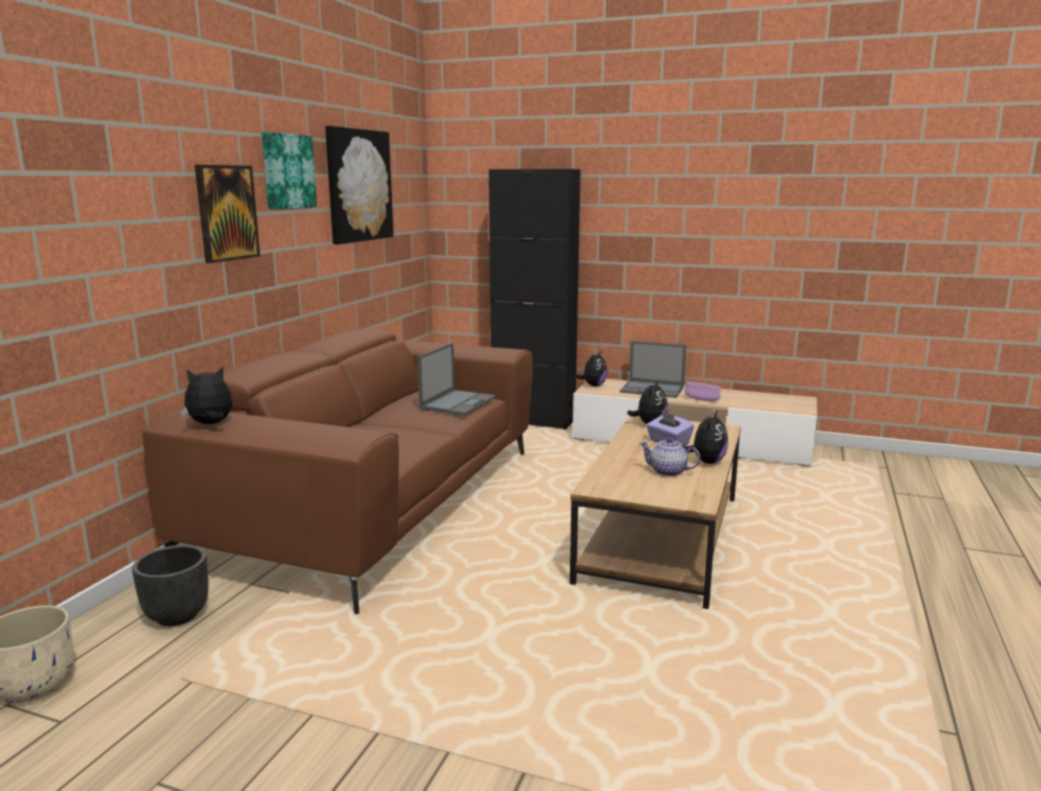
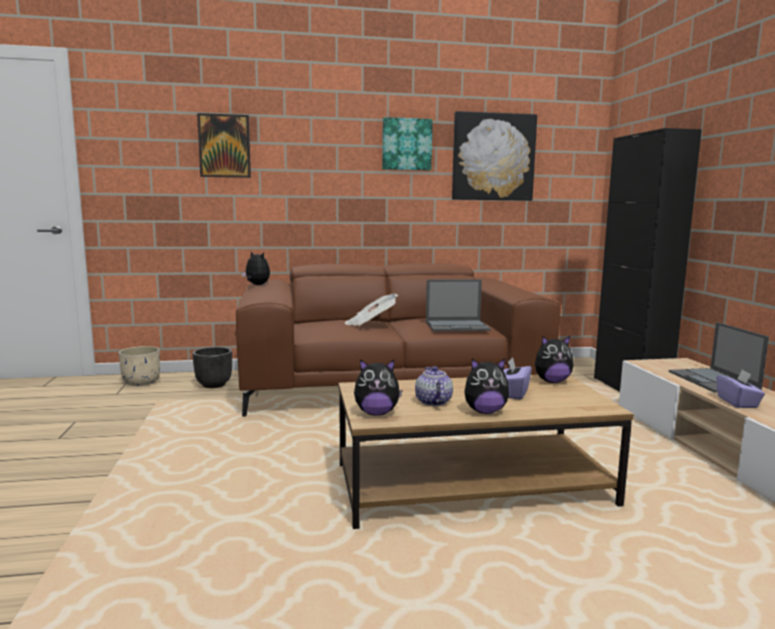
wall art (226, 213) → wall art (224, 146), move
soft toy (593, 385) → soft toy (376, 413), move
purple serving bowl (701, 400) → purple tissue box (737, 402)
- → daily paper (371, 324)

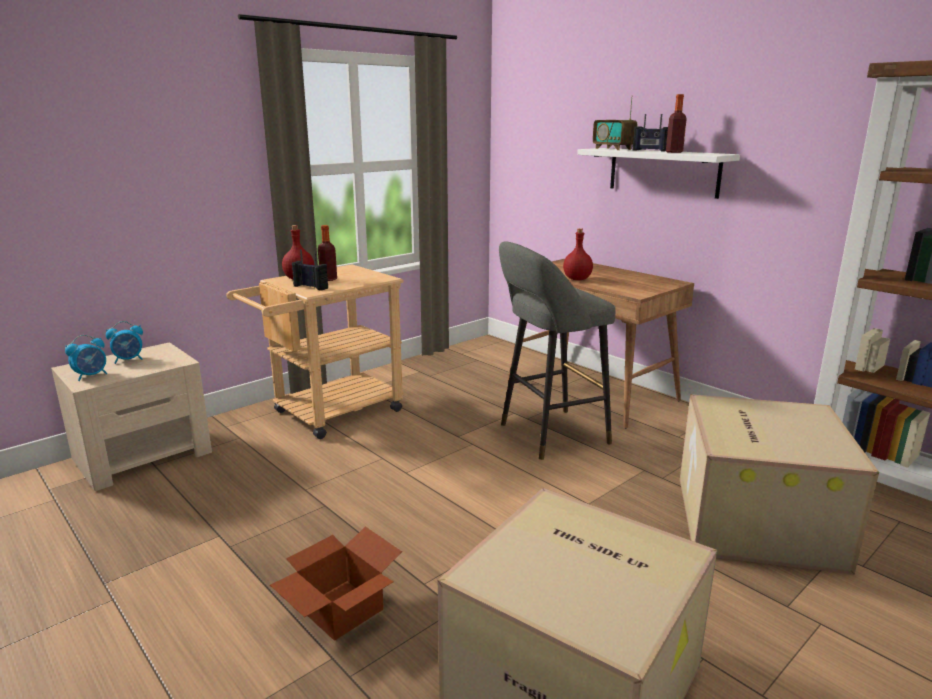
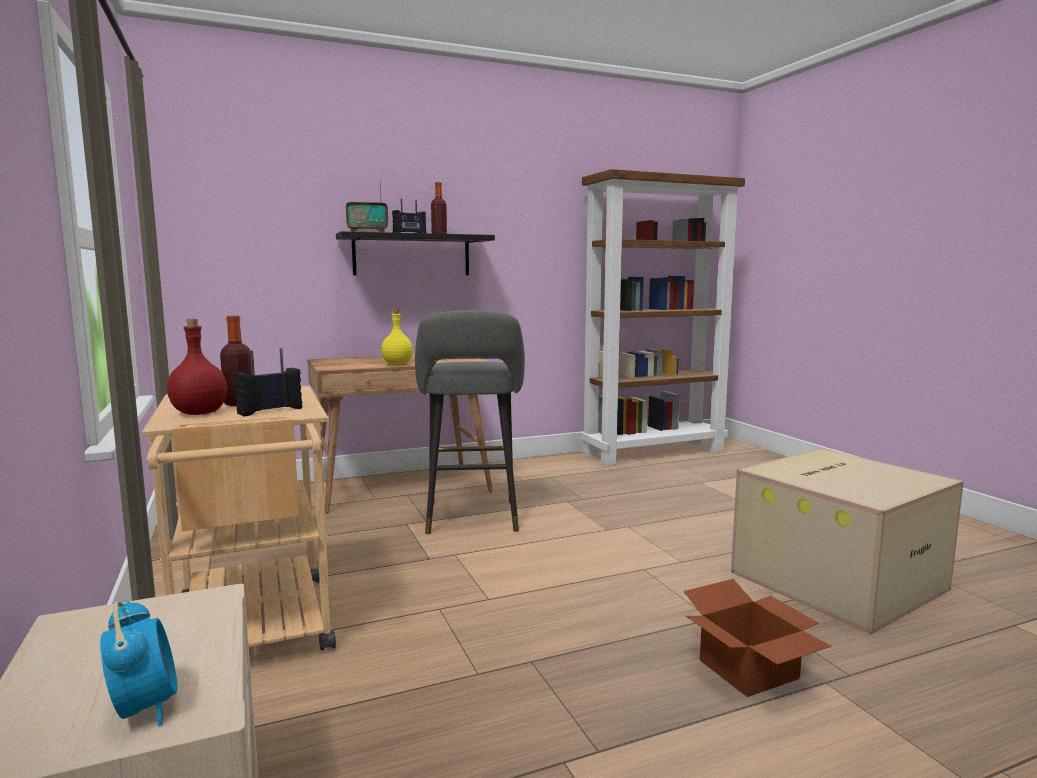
white shelf (663, 172) → black-coloured shelf (412, 255)
red-coloured bottle (576, 279) → yellow bottle (397, 364)
table clock (129, 360) → -
packing box (754, 519) → -

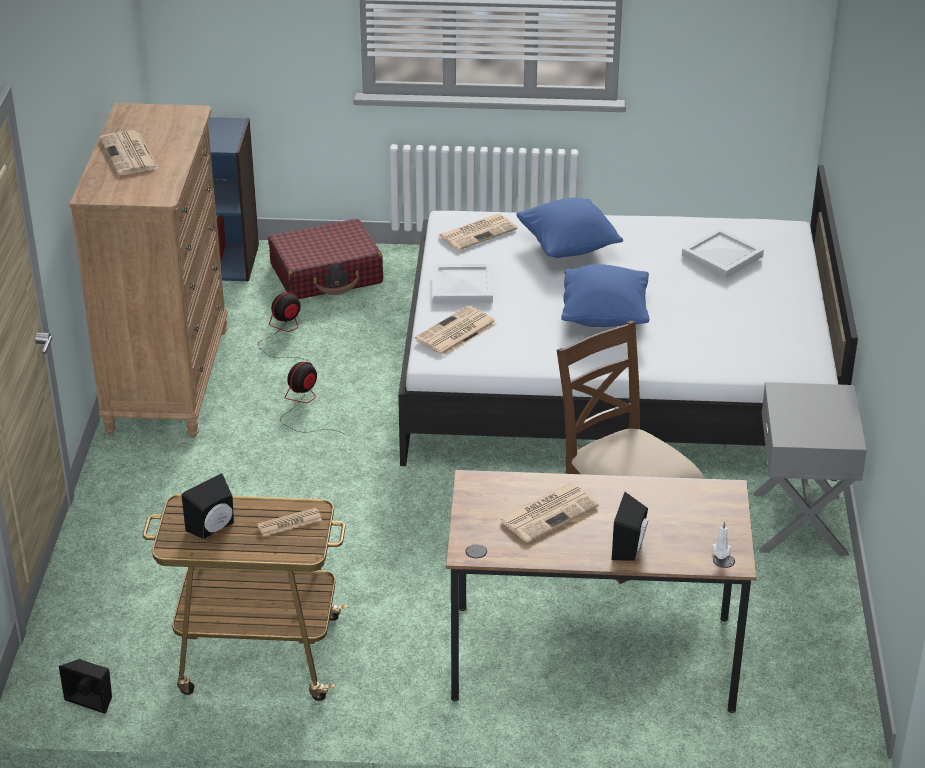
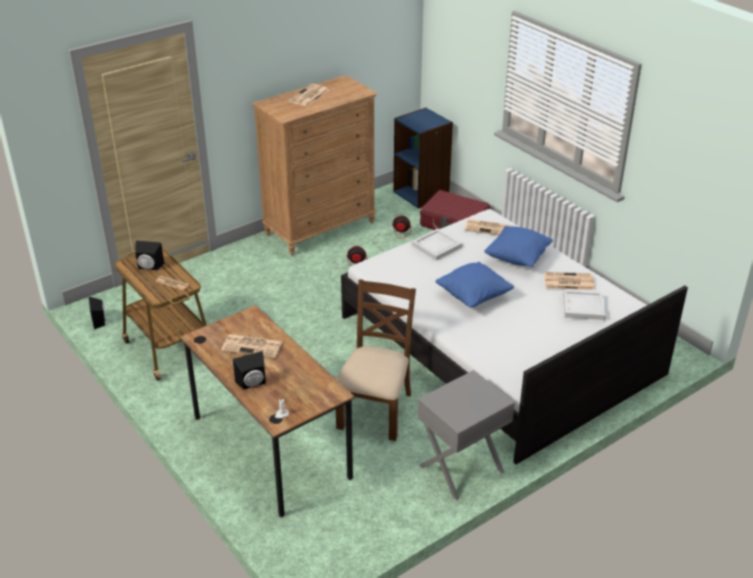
daily paper (455, 332) → daily paper (568, 282), move

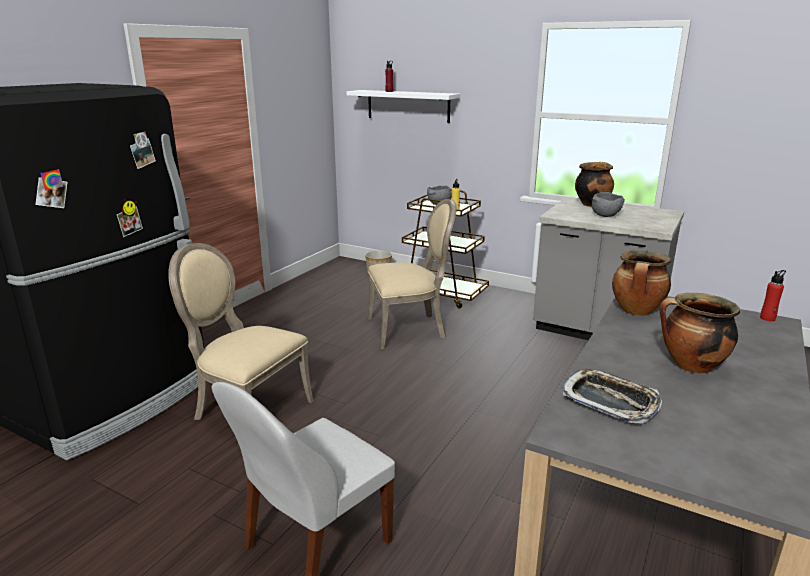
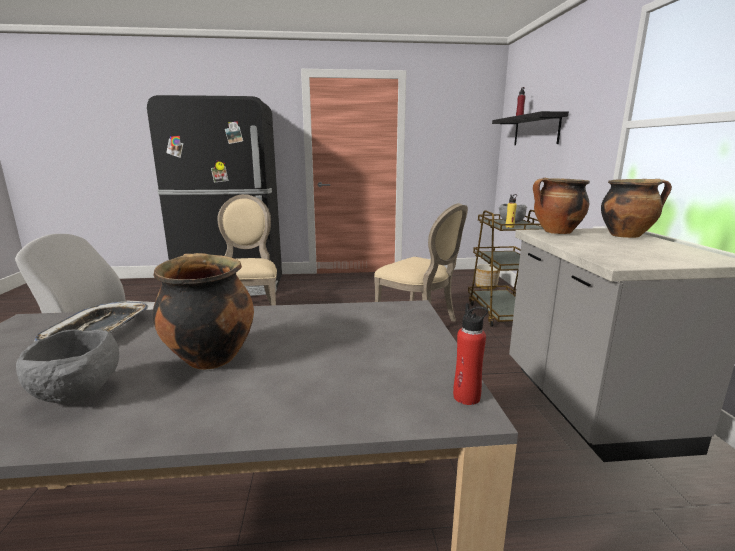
white shelf (408, 106) → black-coloured shelf (536, 130)
greyish serving bowl (606, 216) → greyish serving bowl (79, 395), move
saucepot (637, 311) → saucepot (556, 232), move

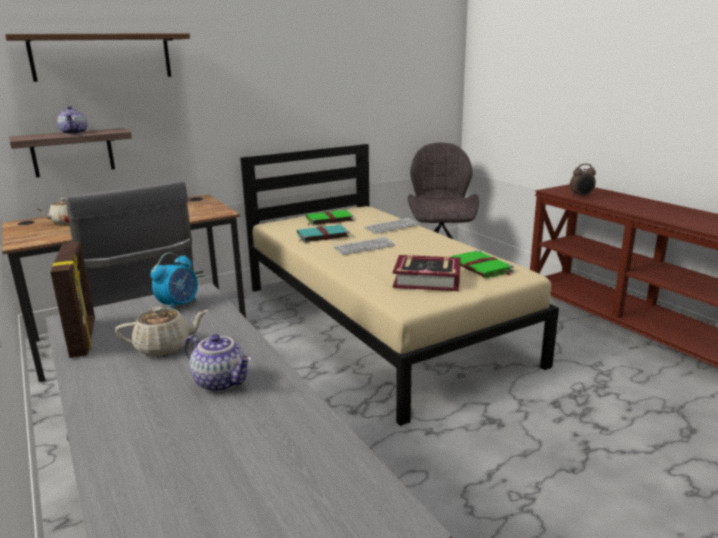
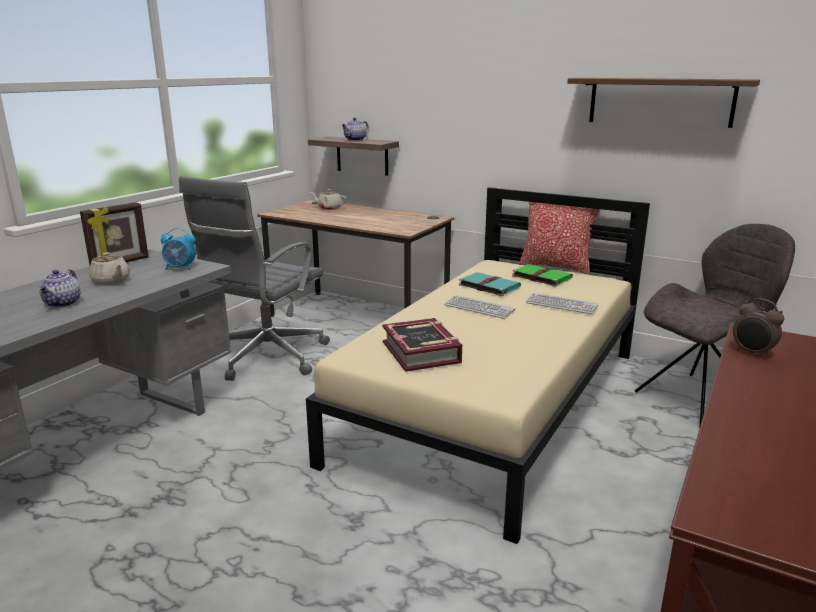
brownish shelf (102, 57) → brownish shelf (660, 101), move
greenish volume (482, 267) → -
- → cushion (556, 267)

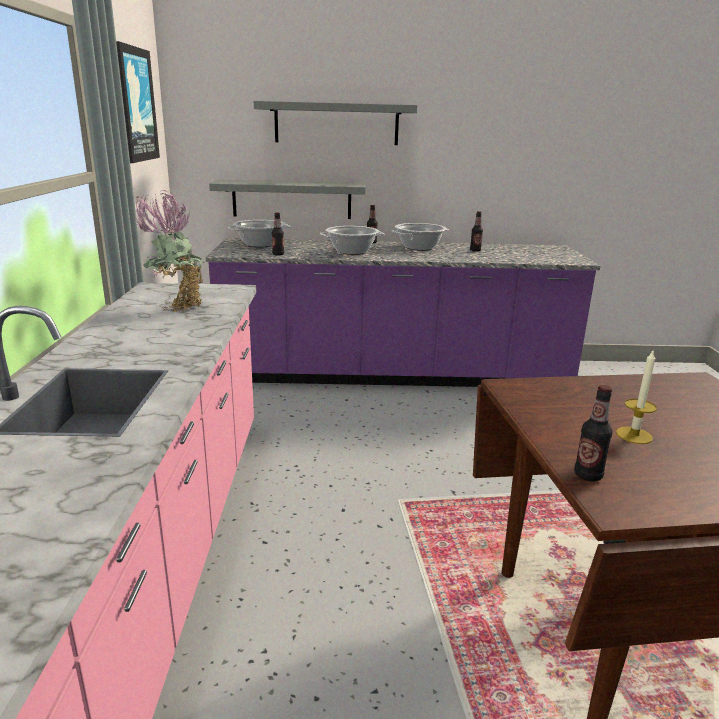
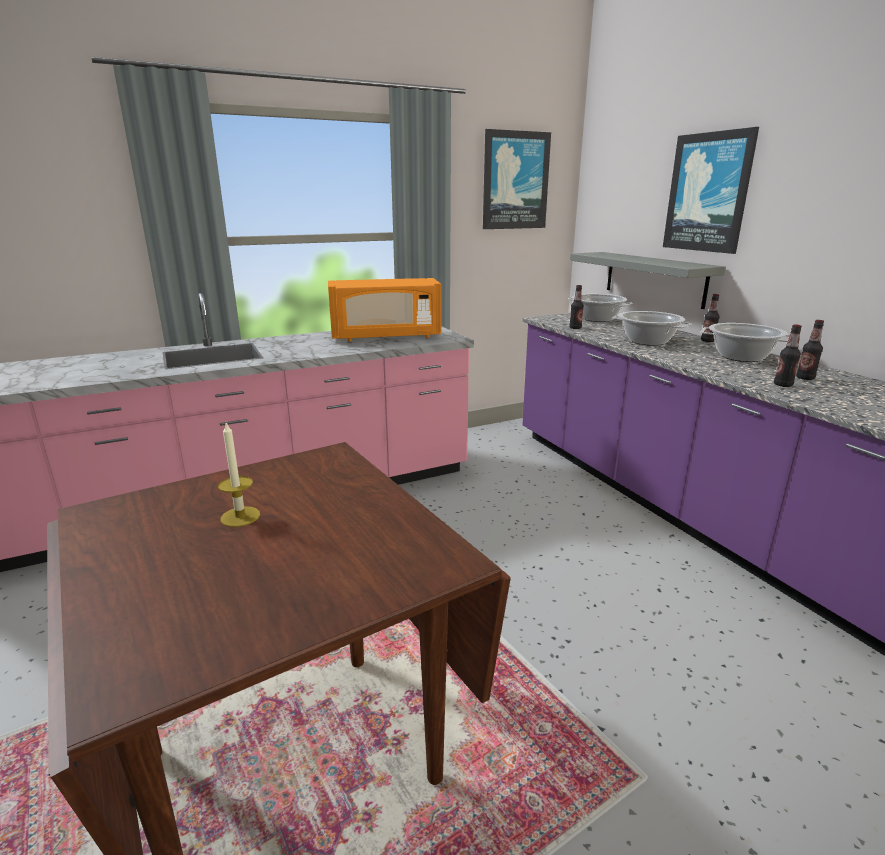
greyish shelf (336, 124) → wall art (708, 193)
plant in a pot (177, 307) → orange kitchen microwave (386, 336)
bottle (588, 475) → bottle (783, 385), move

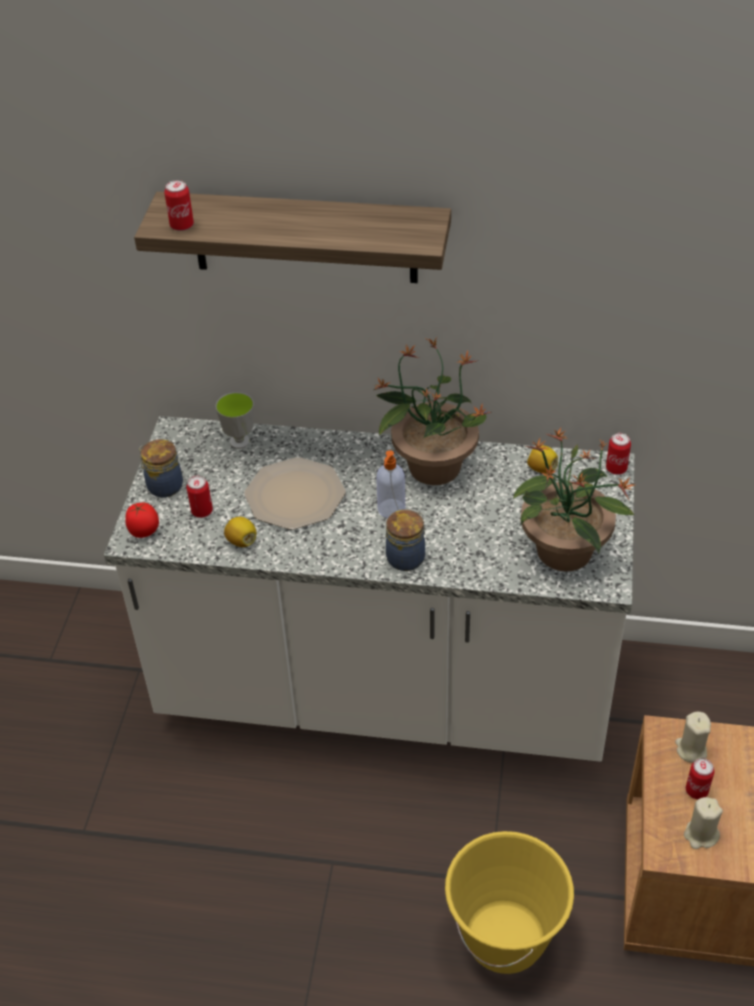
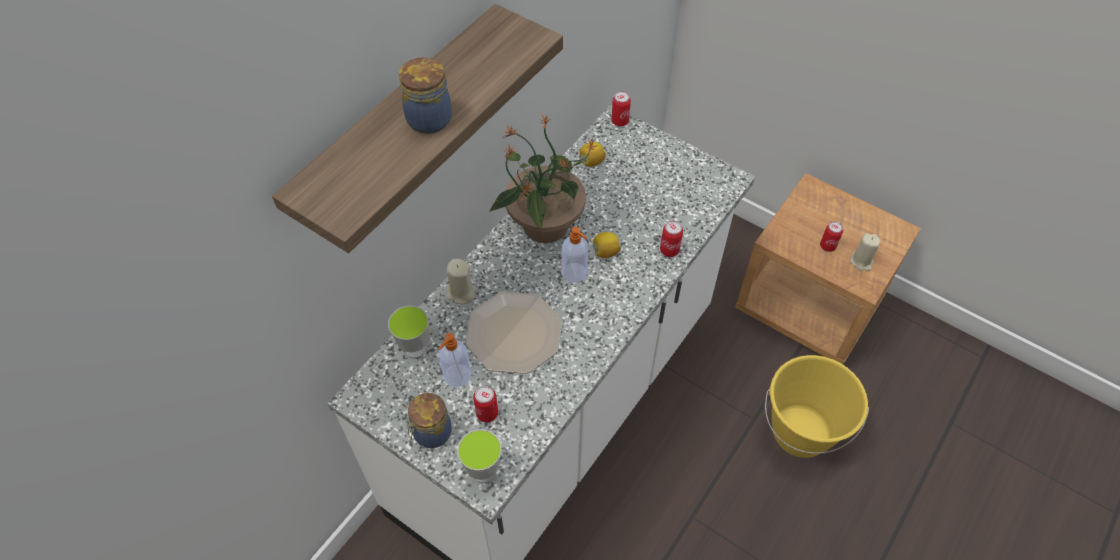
metal can (182, 226) → metal can (669, 250), move
plant in a pot (564, 552) → -
whole tomato (144, 532) → cup (483, 472)
jar (407, 557) → jar (428, 117), move
citrus fruit (241, 541) → citrus fruit (606, 252), move
sand-coloured wax light (690, 749) → sand-coloured wax light (461, 293), move
- → soap bottle (456, 376)

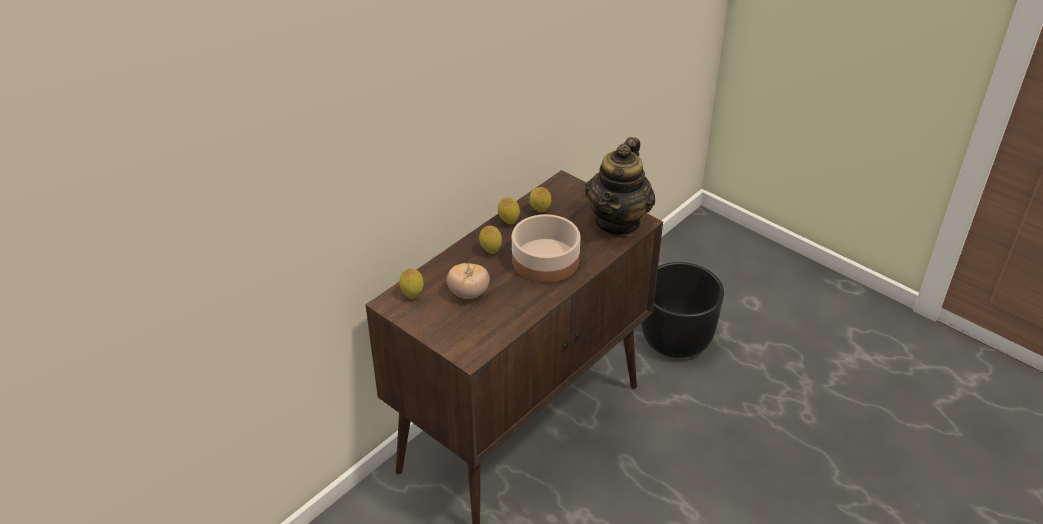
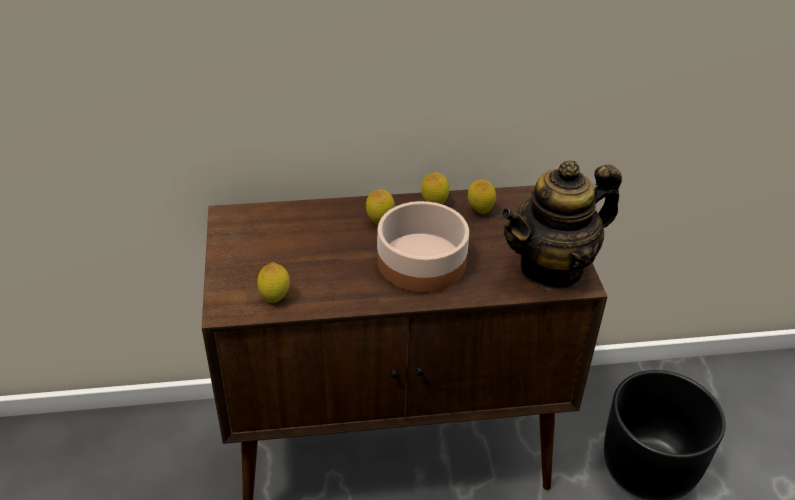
whole tomato (468, 293) → -
citrus fruit (412, 295) → citrus fruit (275, 299), move

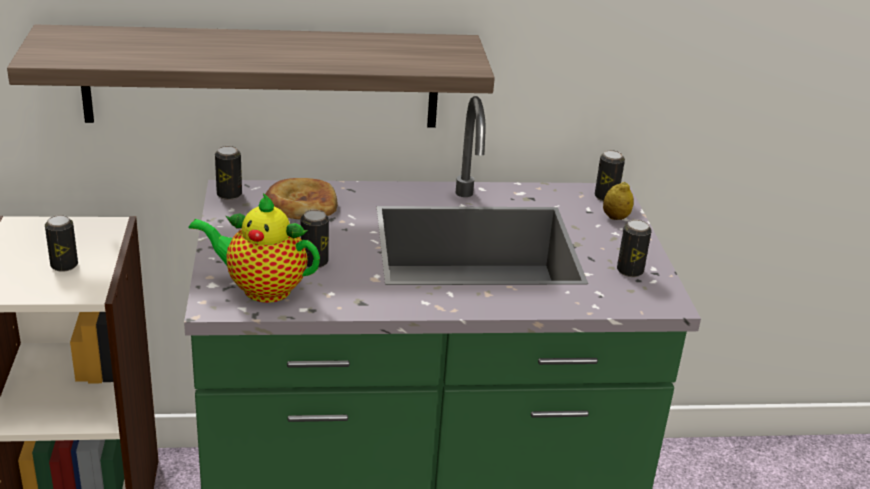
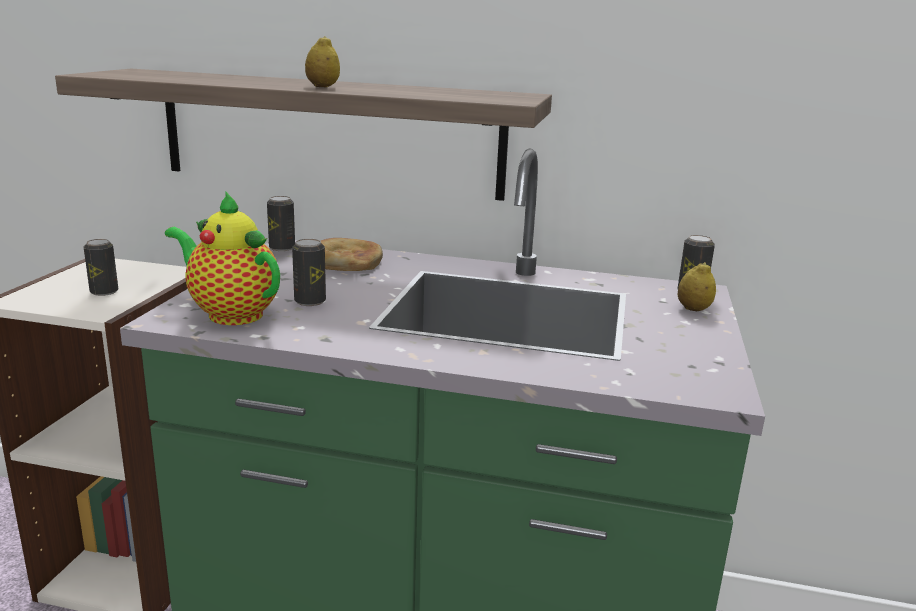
metal can (630, 271) → -
- → citrus fruit (323, 87)

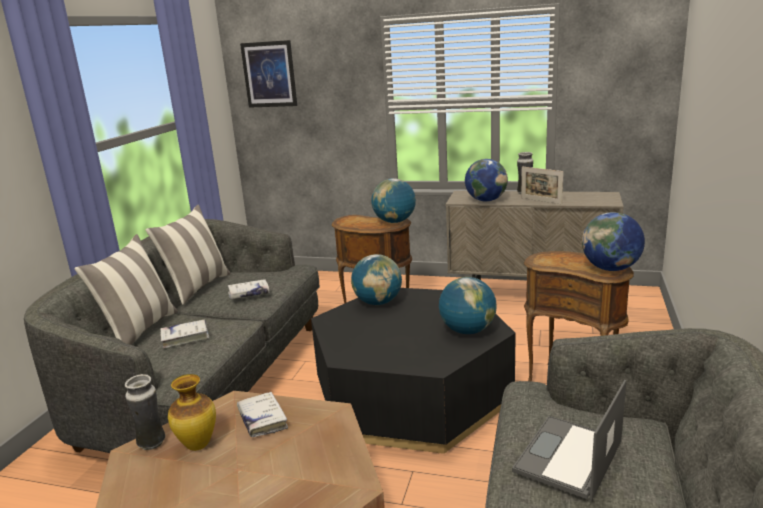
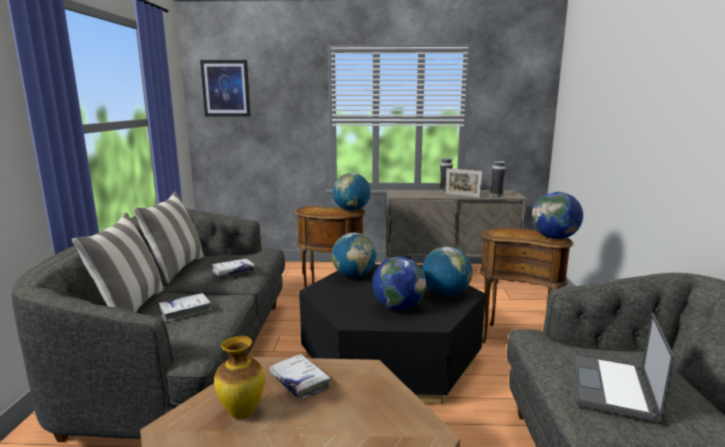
globe (486, 200) → globe (398, 307), move
vase (152, 443) → vase (496, 195), move

